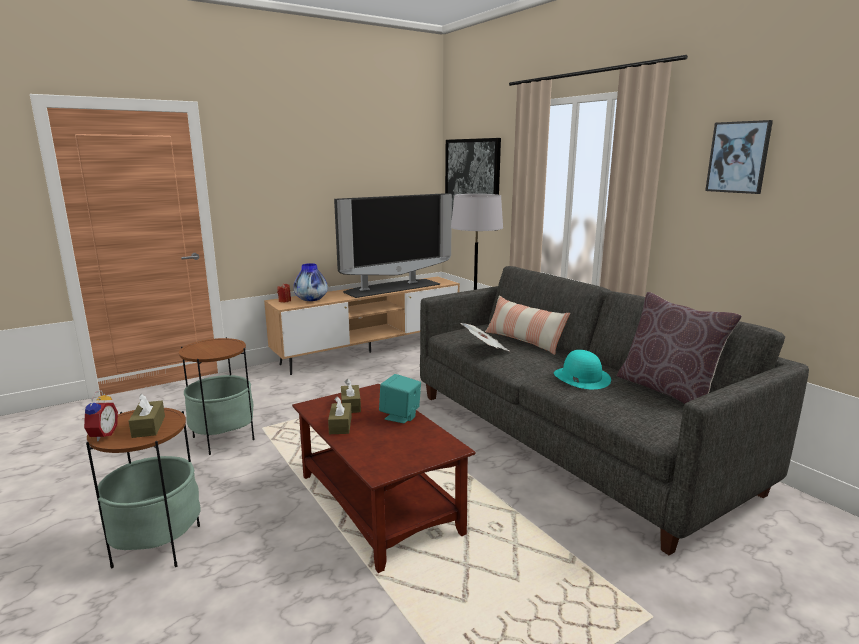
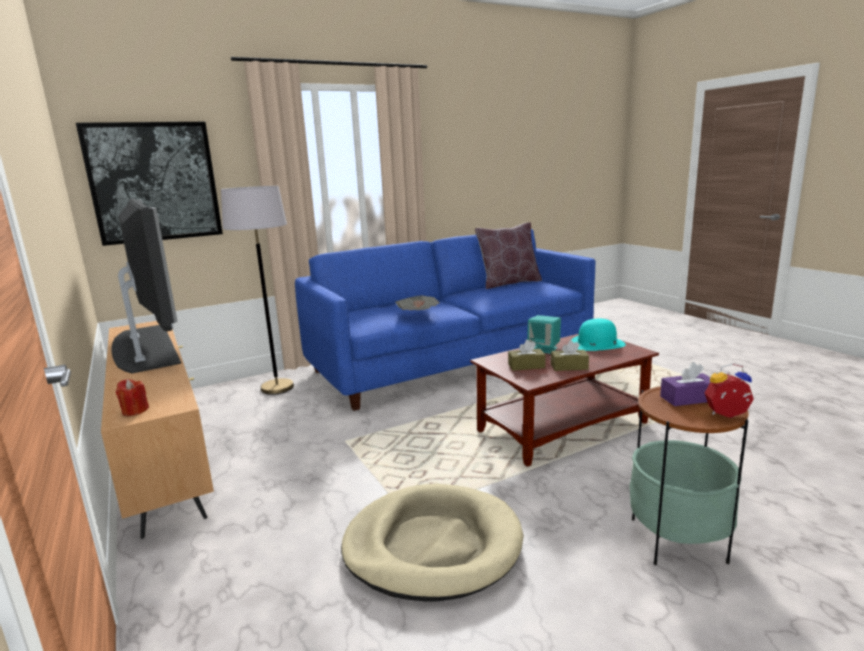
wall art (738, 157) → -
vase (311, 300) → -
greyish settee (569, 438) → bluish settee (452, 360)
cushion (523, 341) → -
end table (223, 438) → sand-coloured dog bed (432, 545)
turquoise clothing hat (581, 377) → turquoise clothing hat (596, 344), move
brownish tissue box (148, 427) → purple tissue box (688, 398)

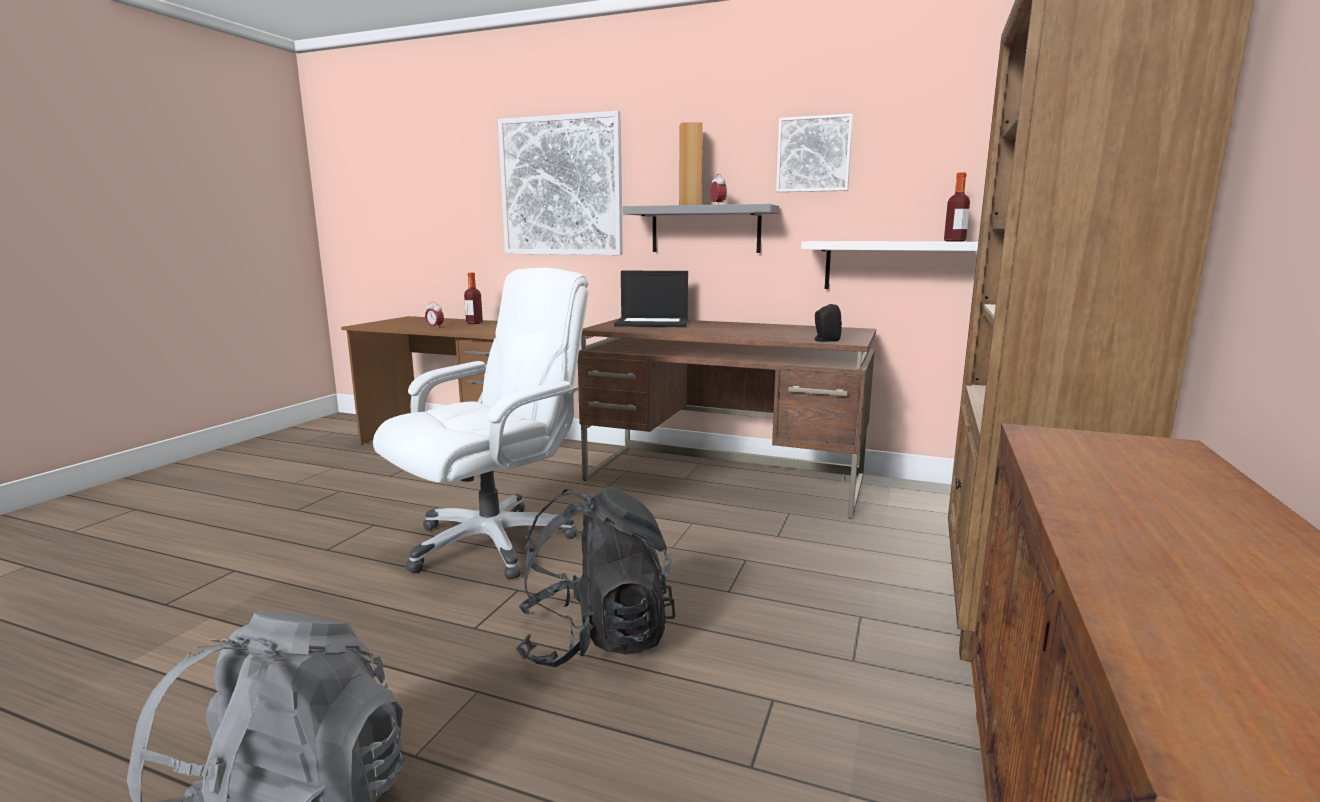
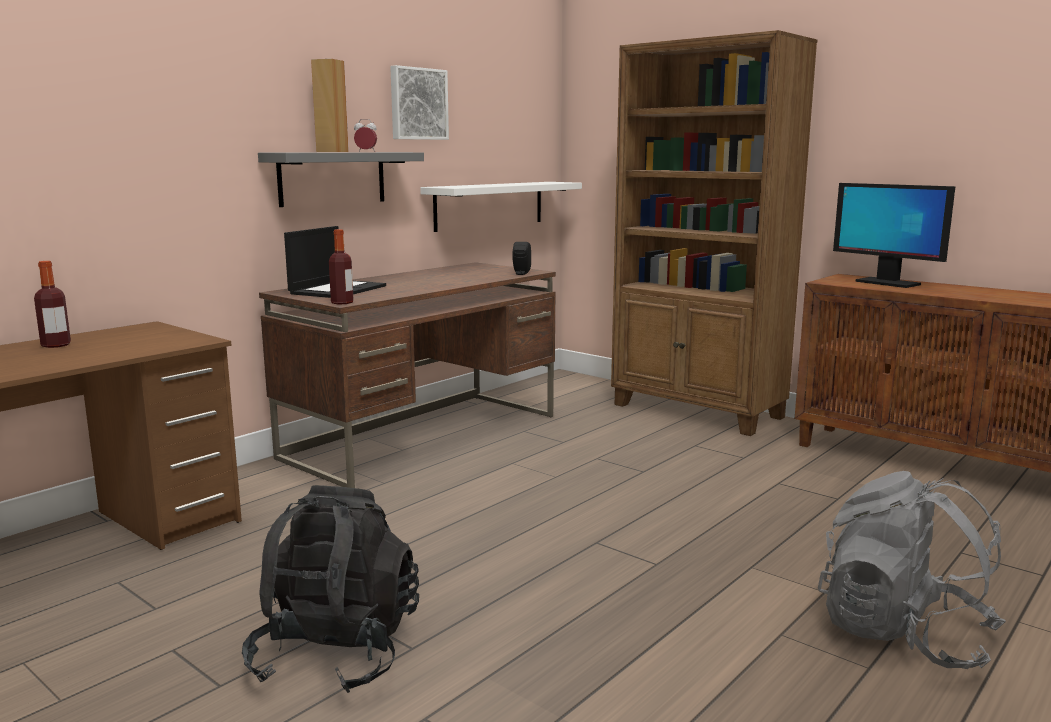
wall art (561, 186) → -
bottle (954, 241) → bottle (342, 302), move
white desk chair (492, 542) → -
table clock (435, 328) → -
black-coloured knapsack (596, 639) → black-coloured knapsack (336, 653), move
- → monitor (887, 283)

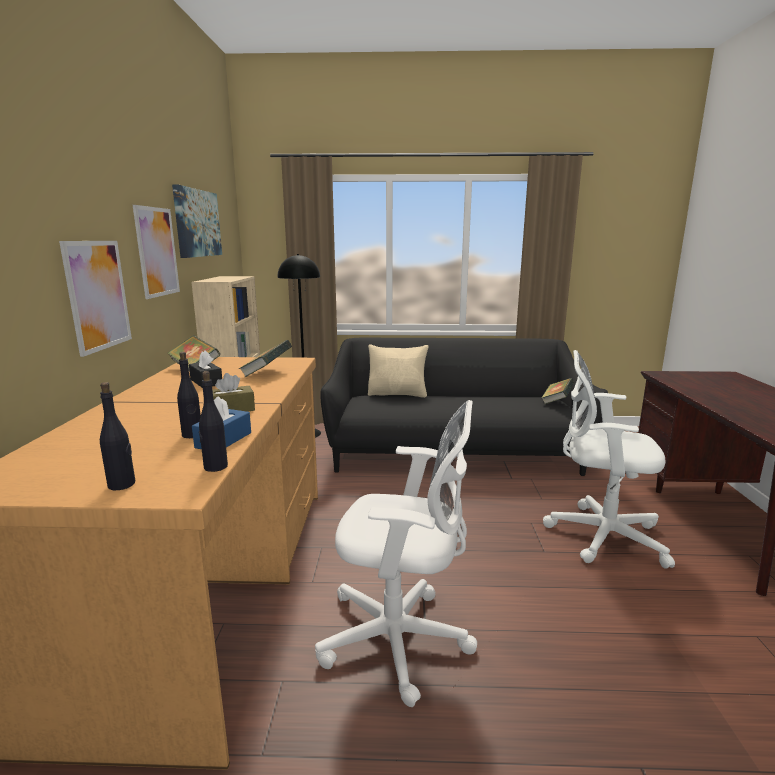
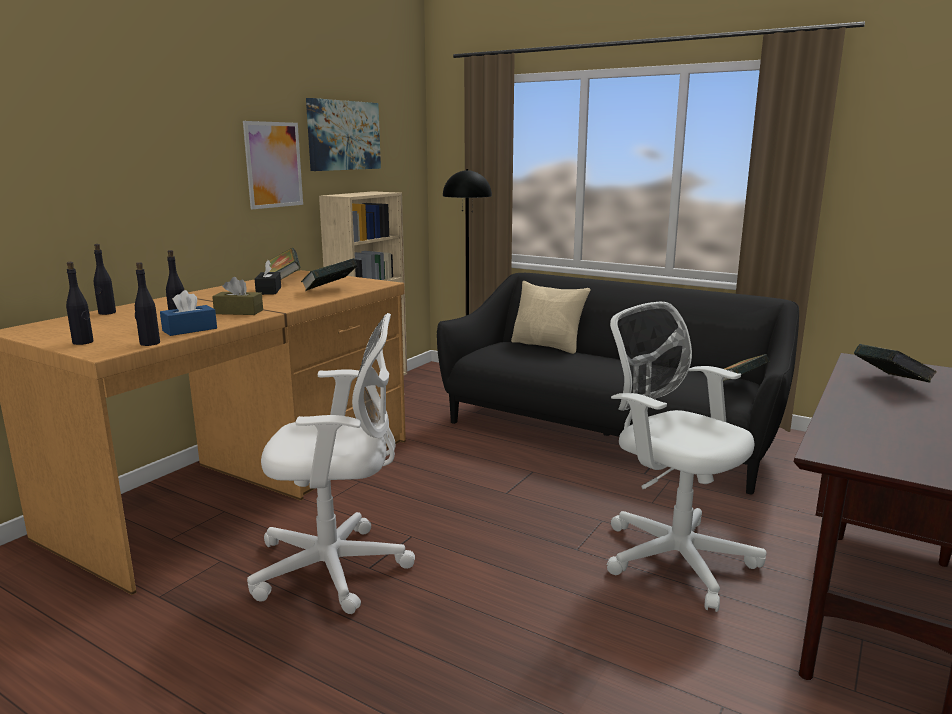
wall art (98, 295) → -
white desk chair (400, 640) → white desk chair (337, 568), 45 degrees counterclockwise
- → black-coloured bottle (107, 313)
- → volume (889, 383)

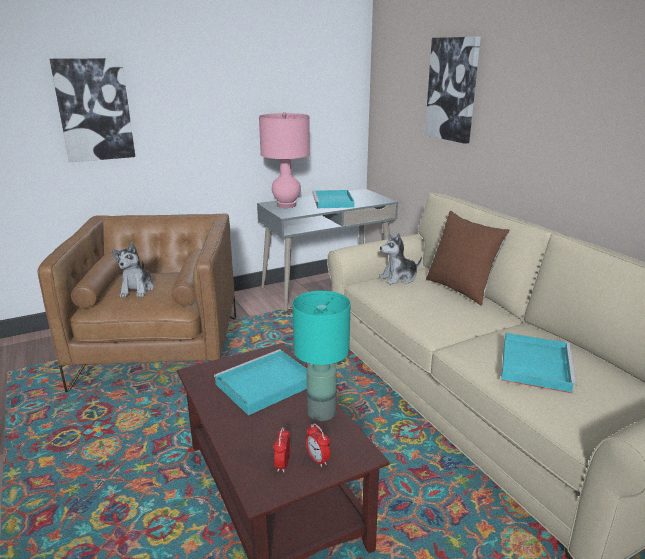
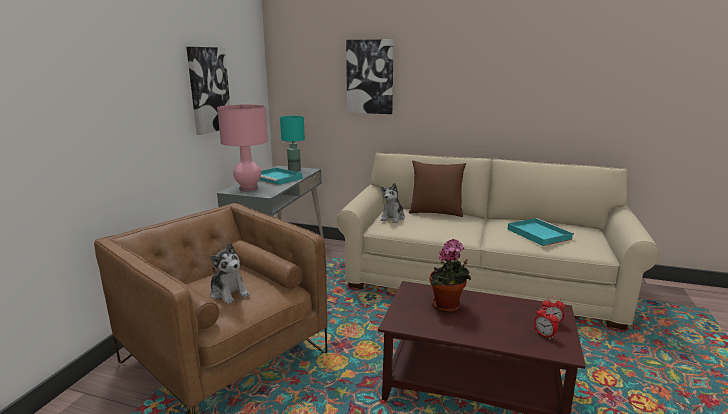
wall art (94, 110) → wall art (208, 90), move
turquoise tabletop lamp (320, 412) → turquoise tabletop lamp (294, 170), move
turquoise tray (264, 385) → plant in a pot (448, 307)

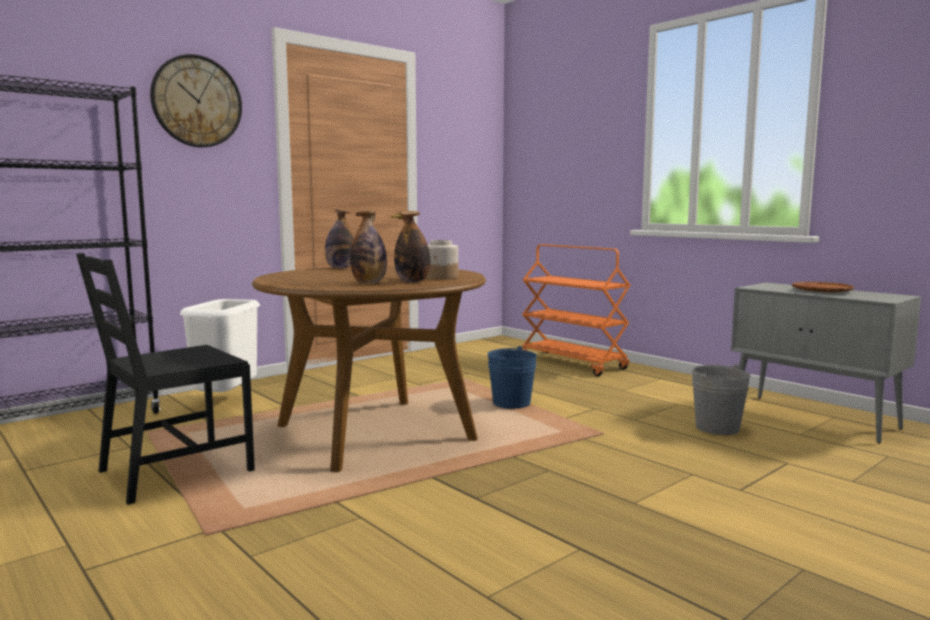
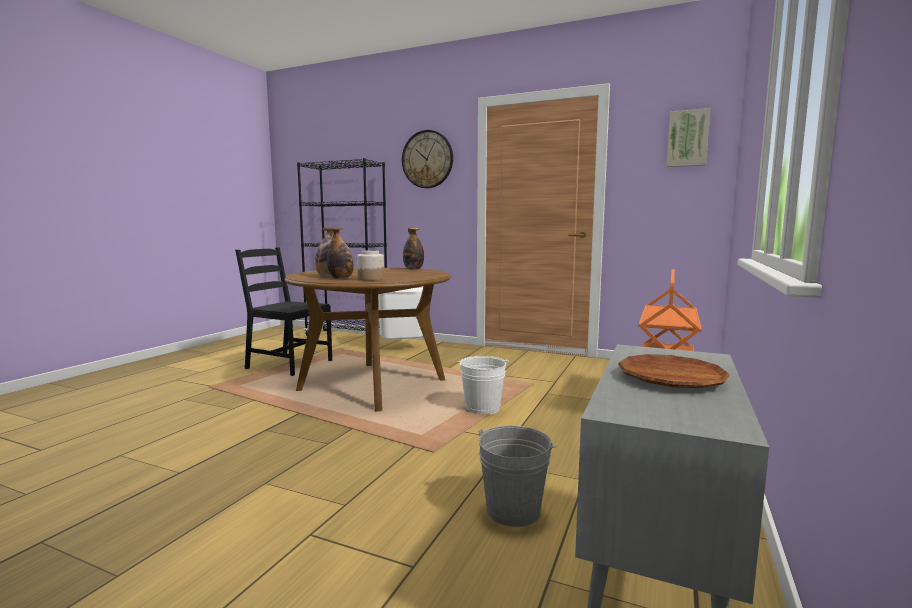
bluish pail (511, 404) → white pail (482, 408)
- → wall art (687, 138)

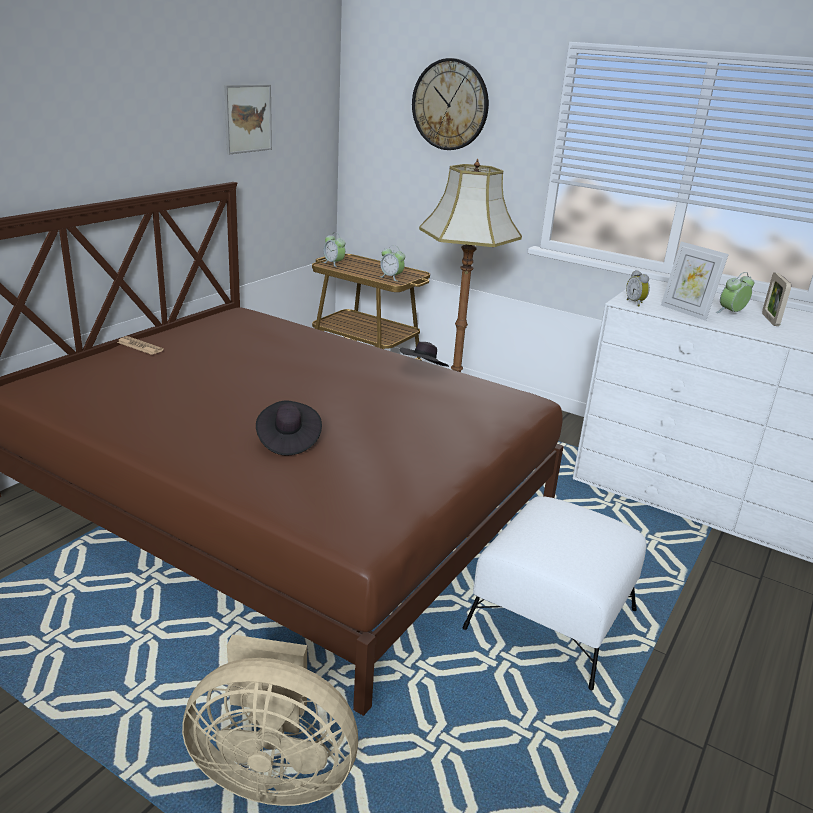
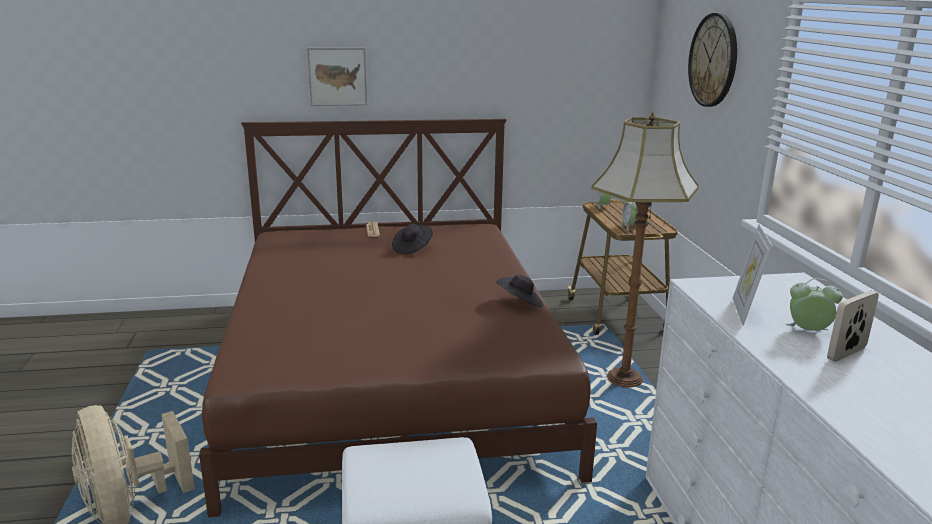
wall art (247, 118) → wall art (337, 76), move
table clock (636, 303) → -
black-coloured clothing hat (288, 440) → black-coloured clothing hat (412, 248), move

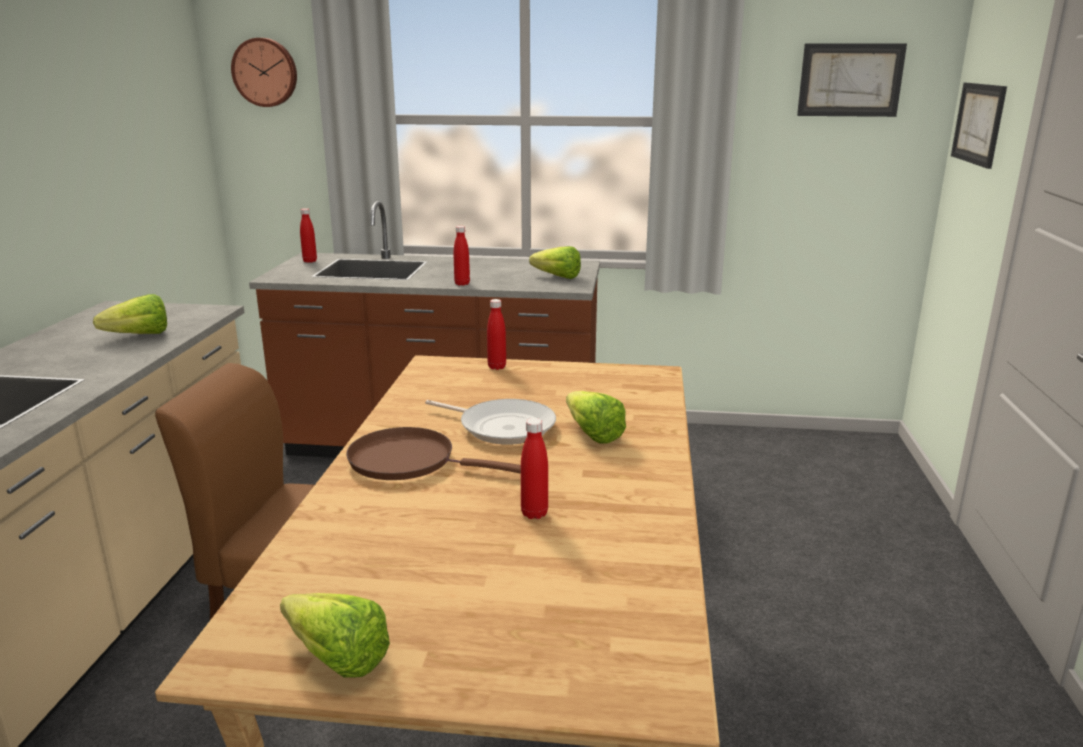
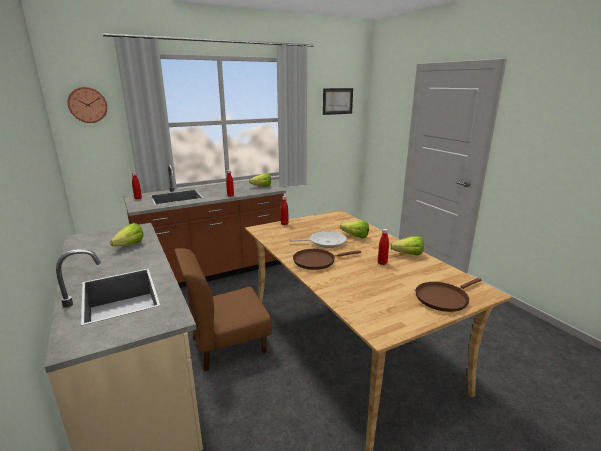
wall art (978, 123) → -
head of lettuce (332, 654) → head of lettuce (405, 254), move
- → brownish skillet (443, 298)

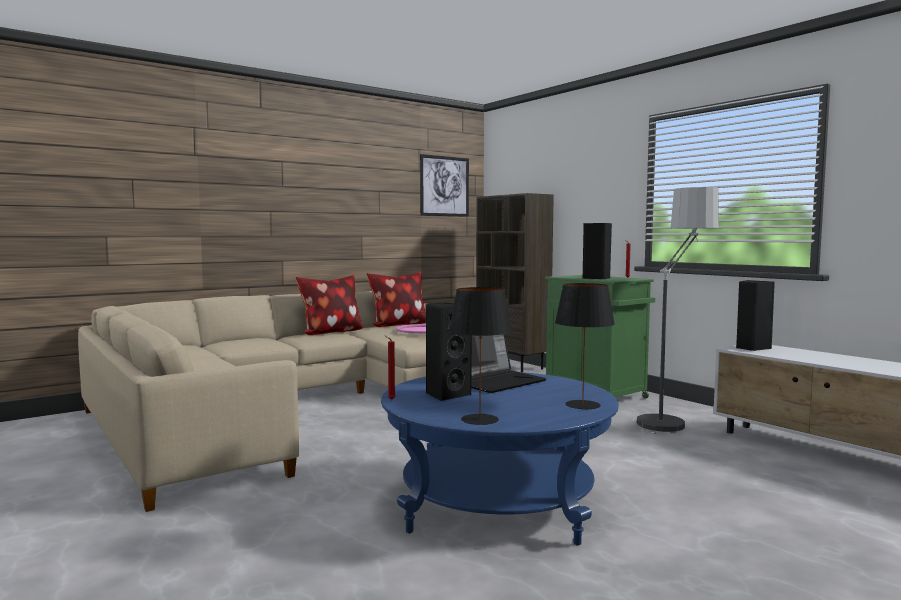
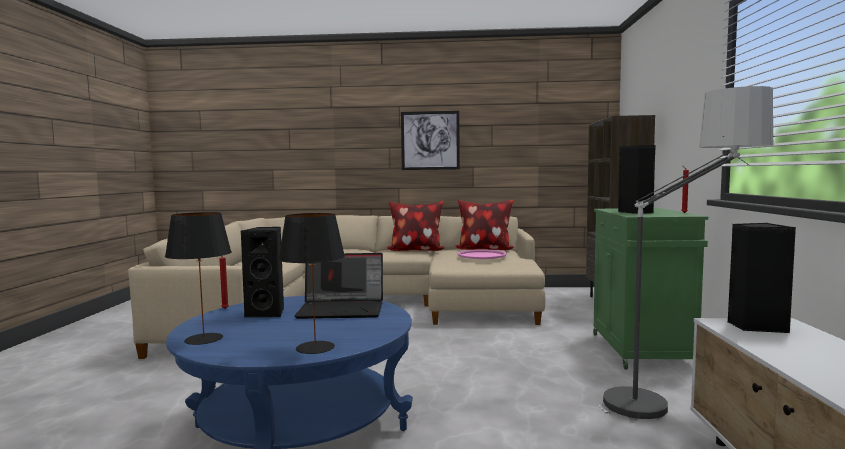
wall art (444, 186) → wall art (430, 140), move

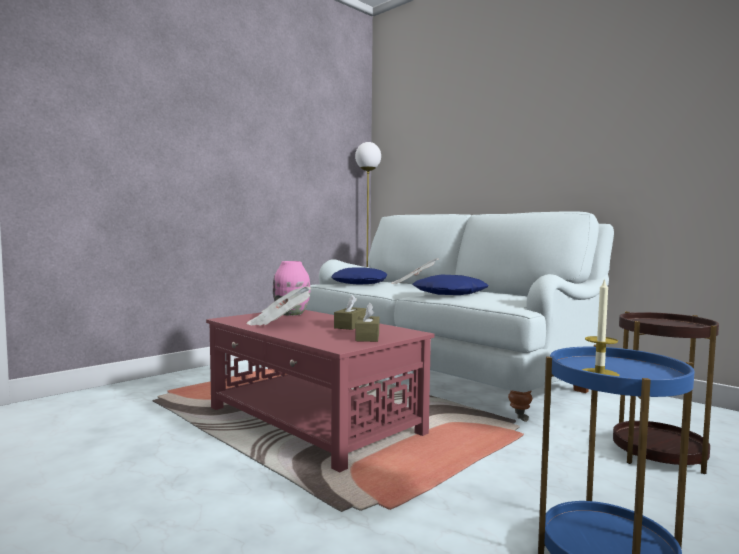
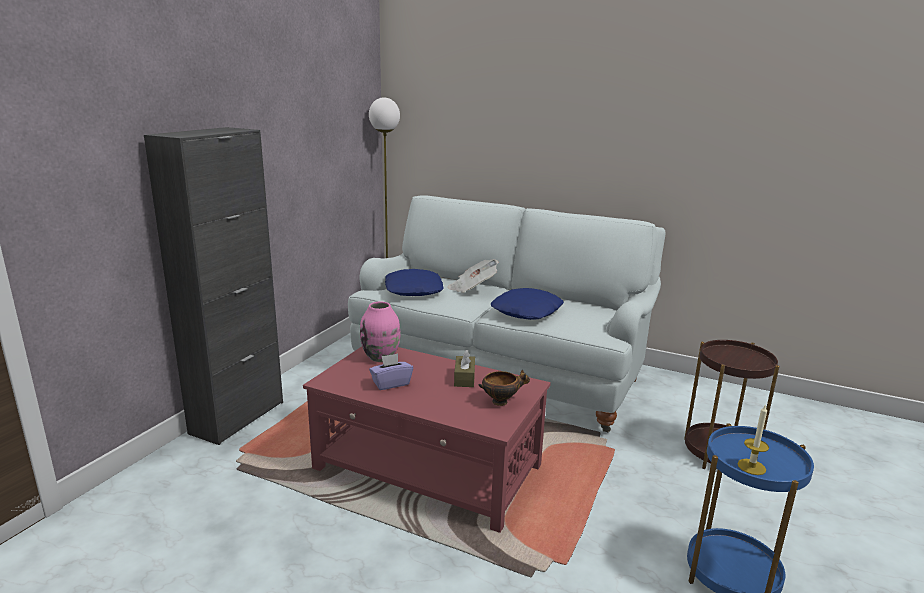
daily paper (279, 323) → purple tissue box (391, 383)
brownish tissue box (367, 337) → serving bowl (501, 401)
- → black-coloured cabinet (237, 417)

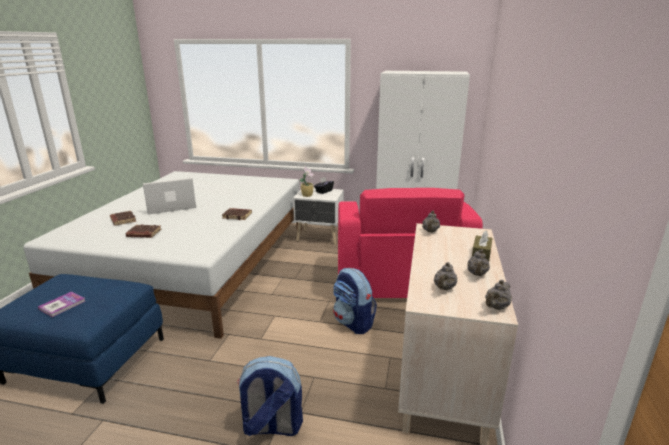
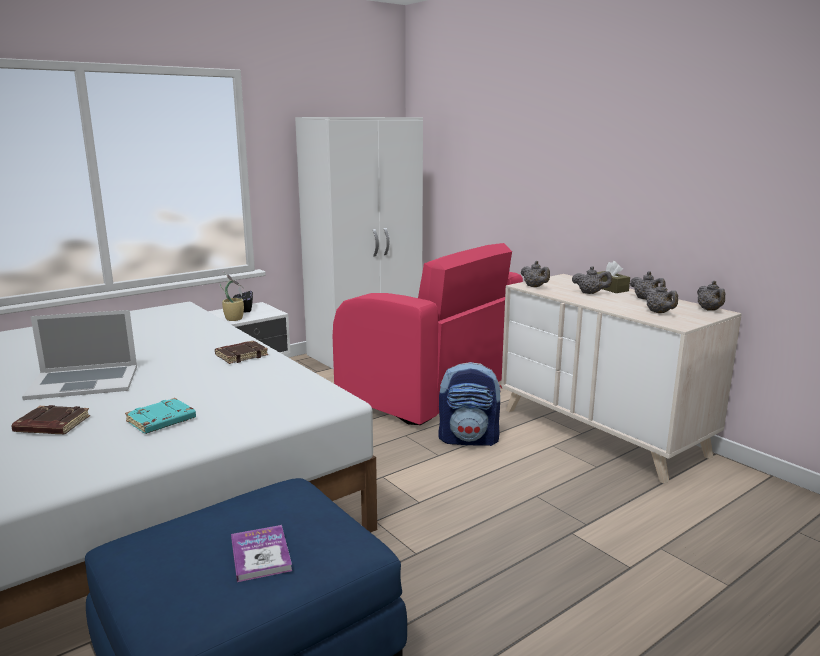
portable computer (171, 206) → portable computer (84, 382), 120 degrees counterclockwise
brownish volume (143, 234) → turquoise volume (161, 421)
knapsack (271, 427) → -
- → greyish pot for tea (590, 293)

